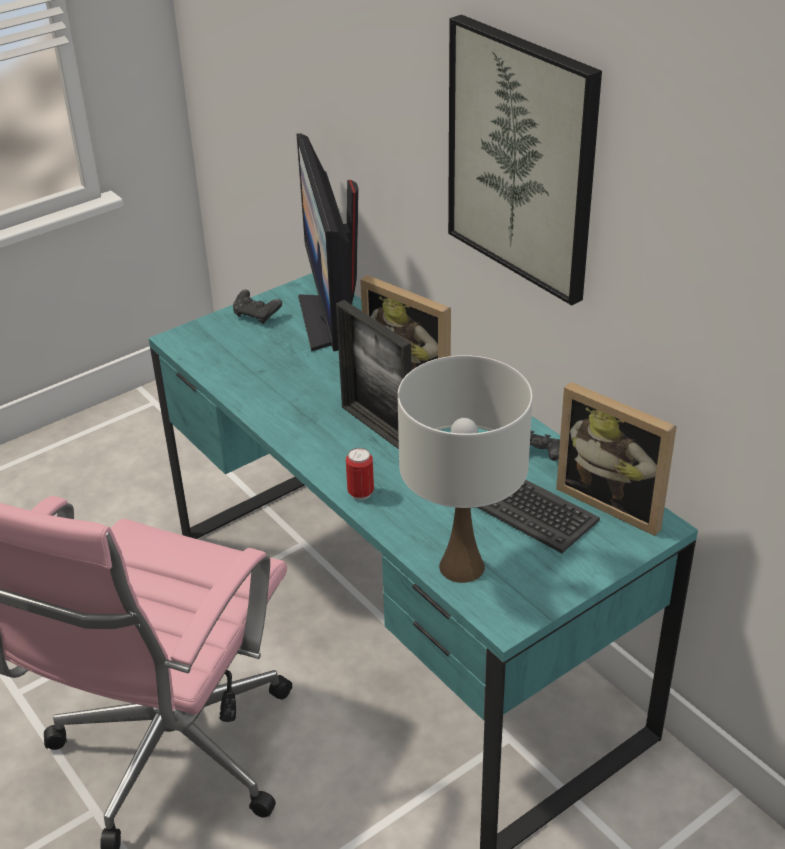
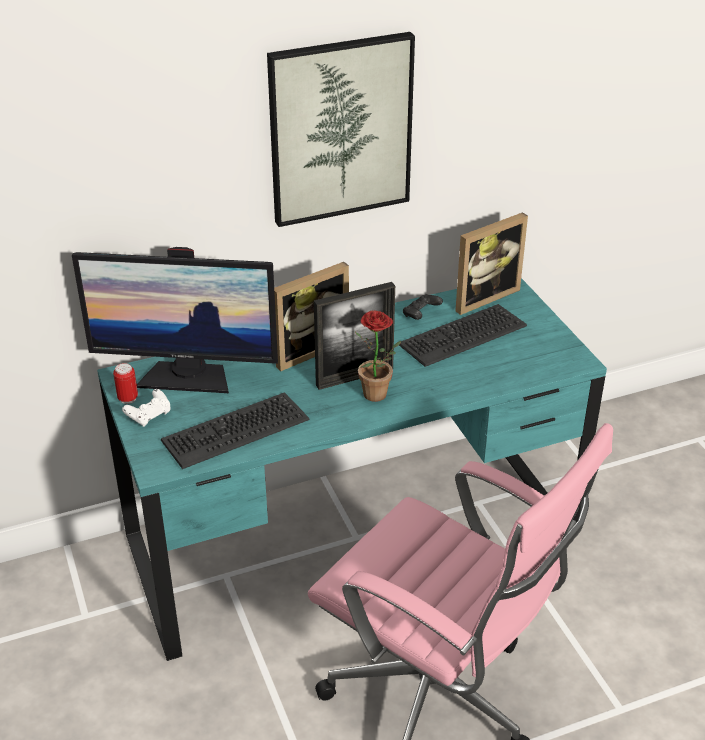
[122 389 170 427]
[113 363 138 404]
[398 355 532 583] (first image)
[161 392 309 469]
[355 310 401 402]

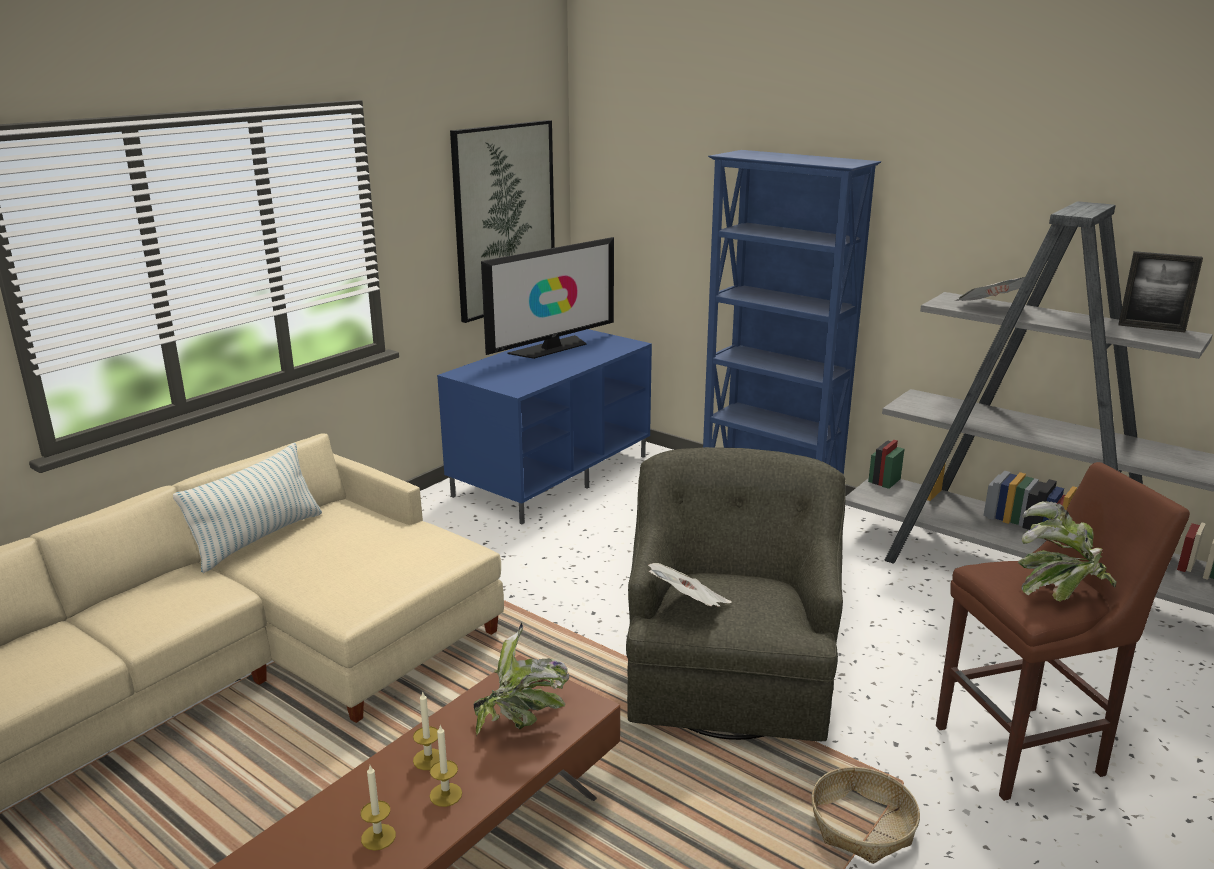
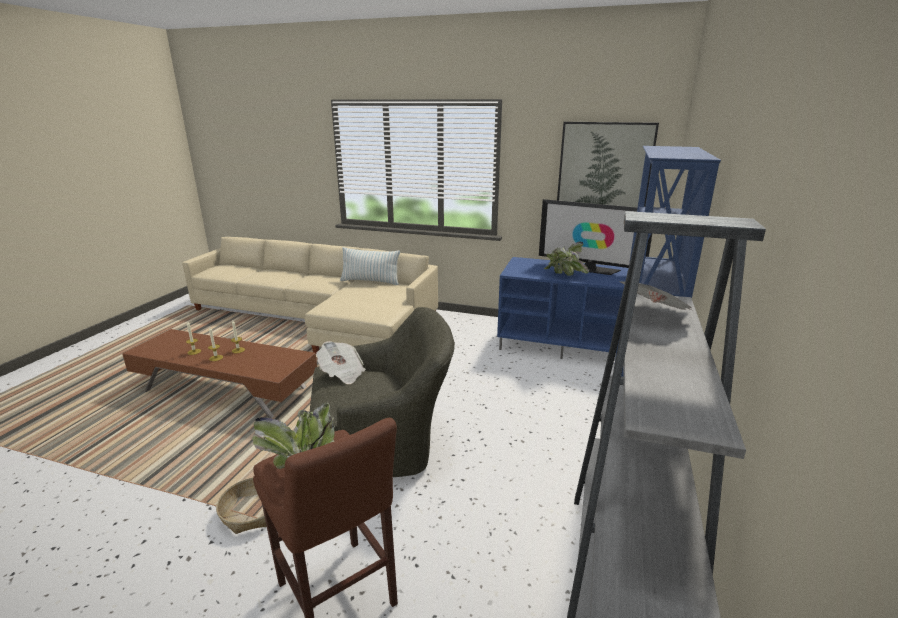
[544 241 589 276]
[1119 251 1203 332] (first image)

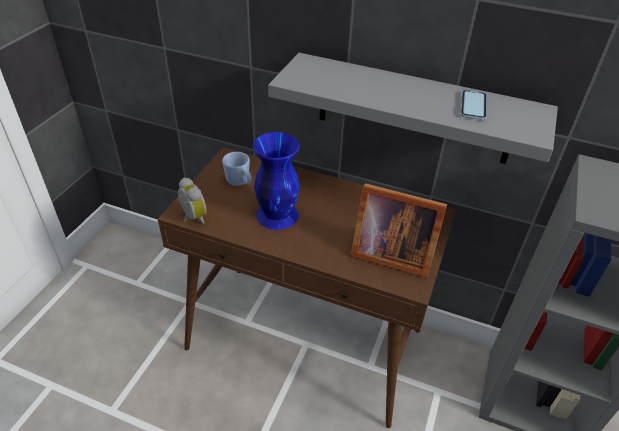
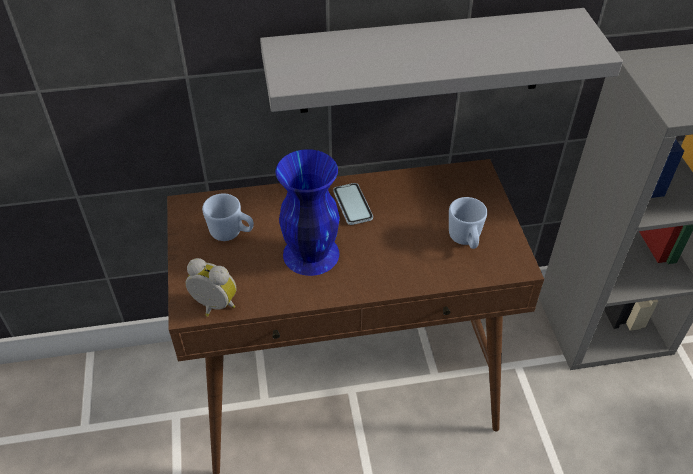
[449 197 487 249]
[333 183 373 225]

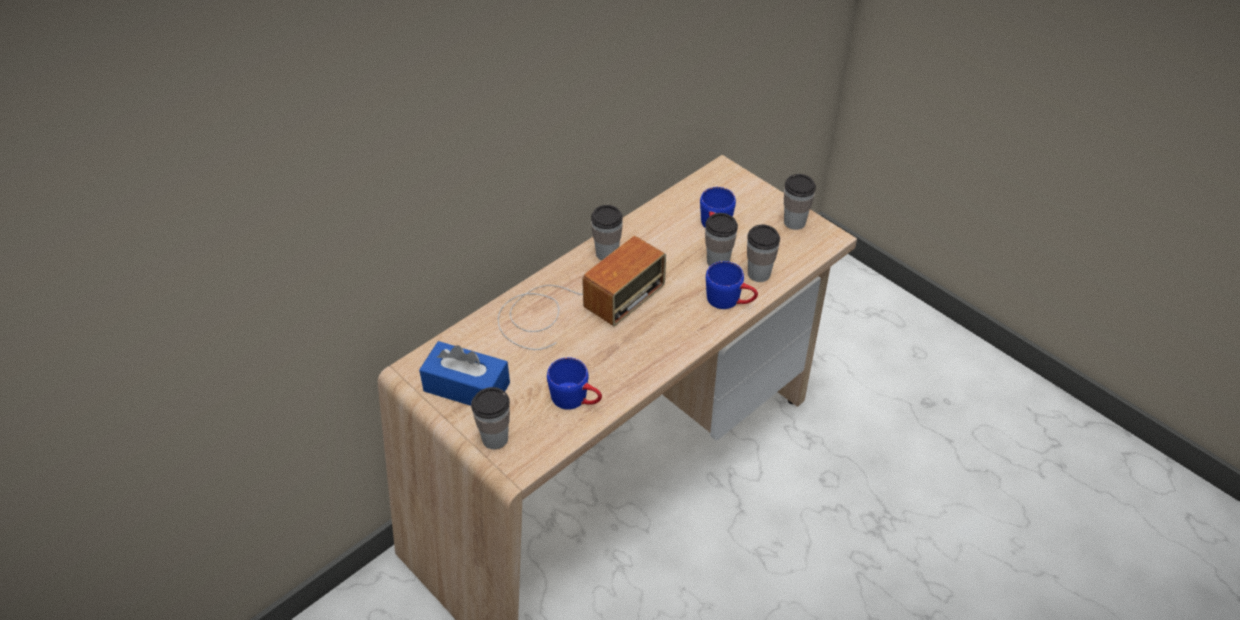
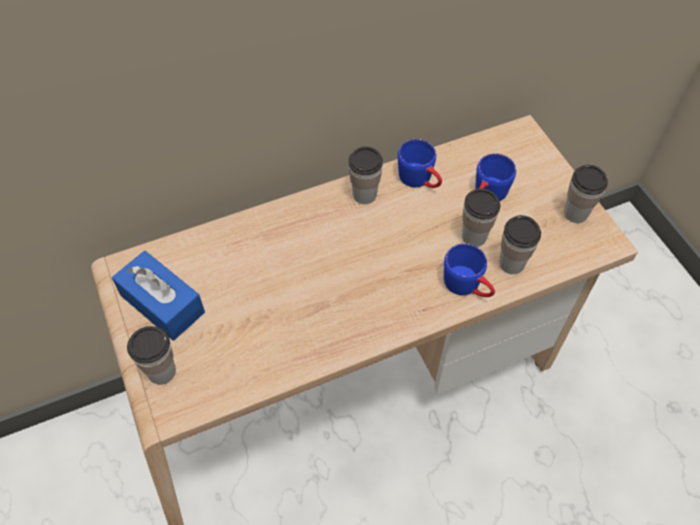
[498 236 666 350] (first image)
[398 139 442 188]

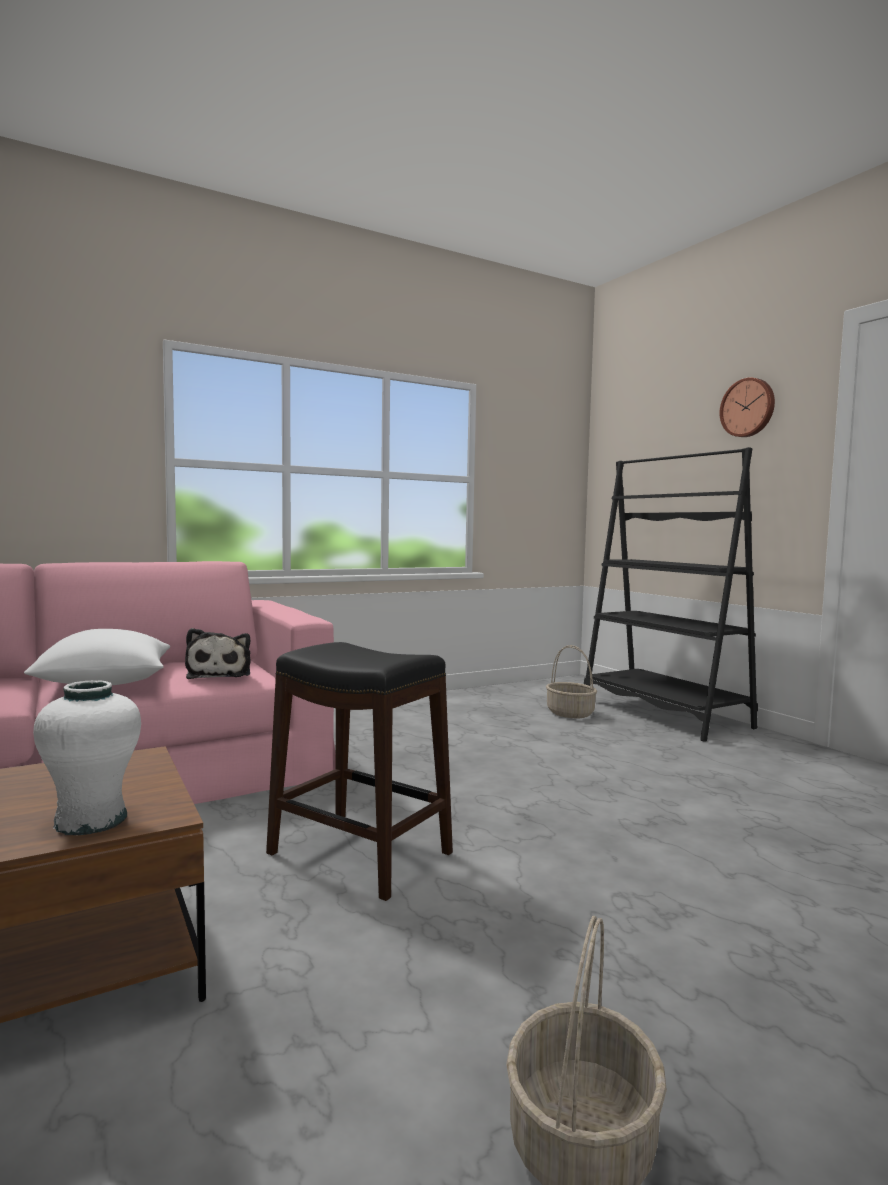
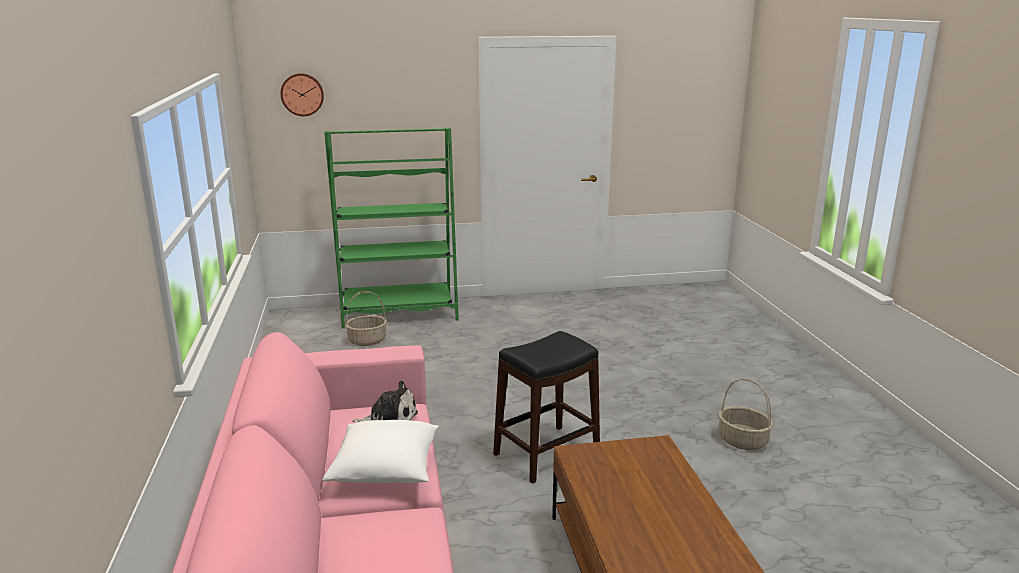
[33 680 141 835] (first image)
[324 128 459 328]
[281 73 324 116]

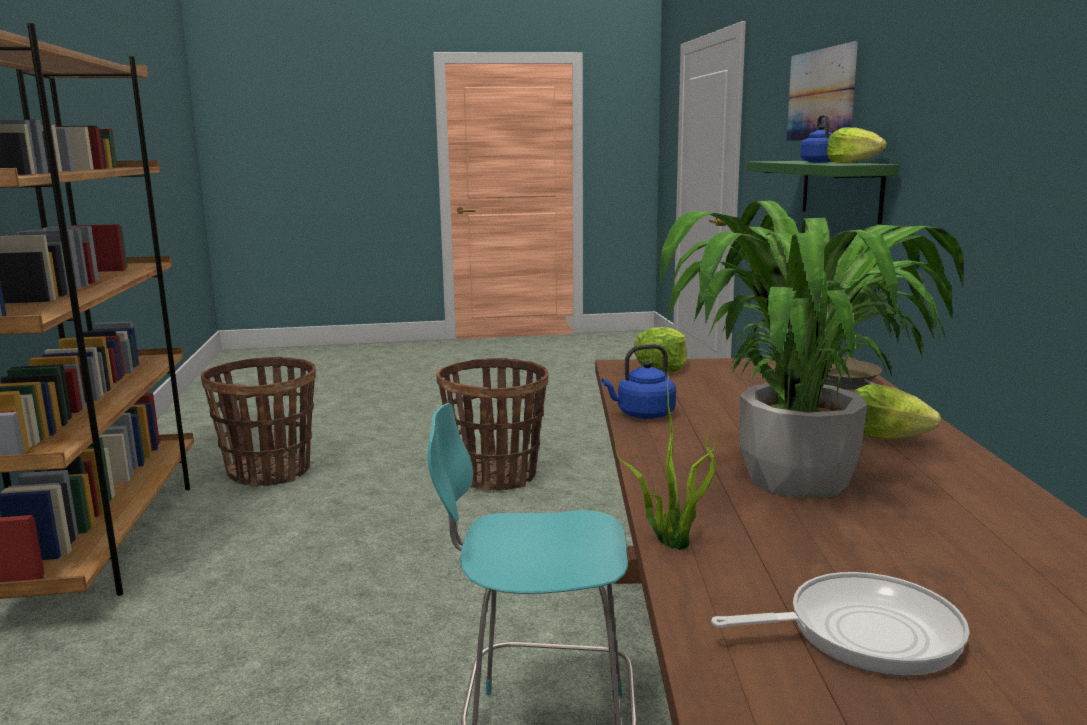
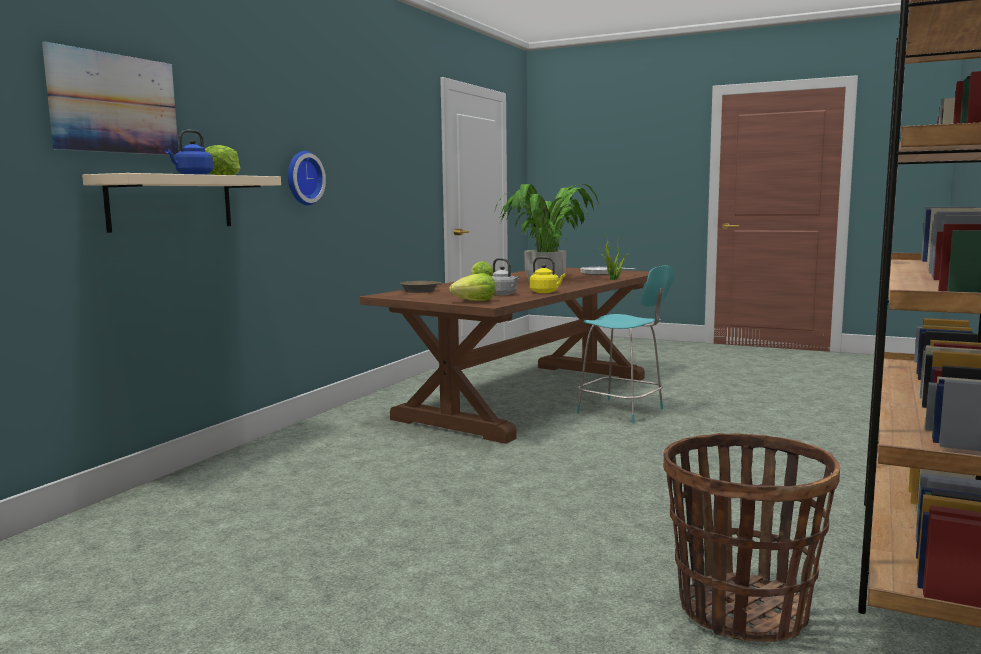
[436 358 549 491] (first image)
[530 257 565 293]
[82 173 281 233]
[287 151 326 205]
[491 258 520 295]

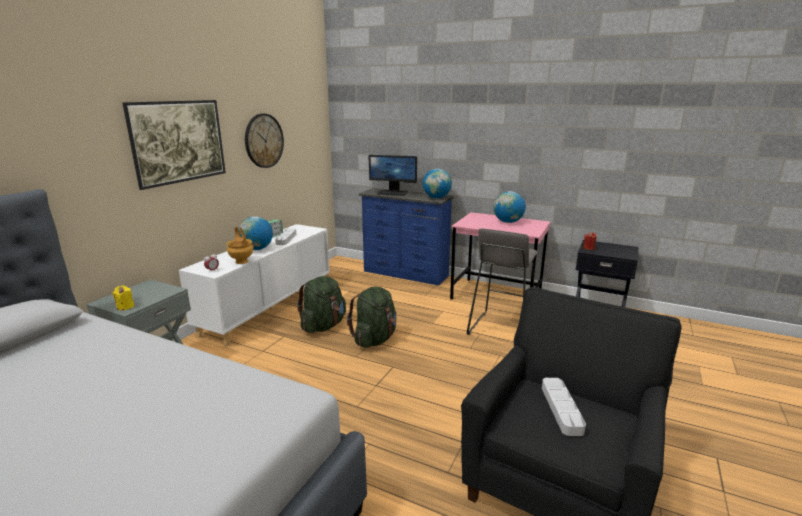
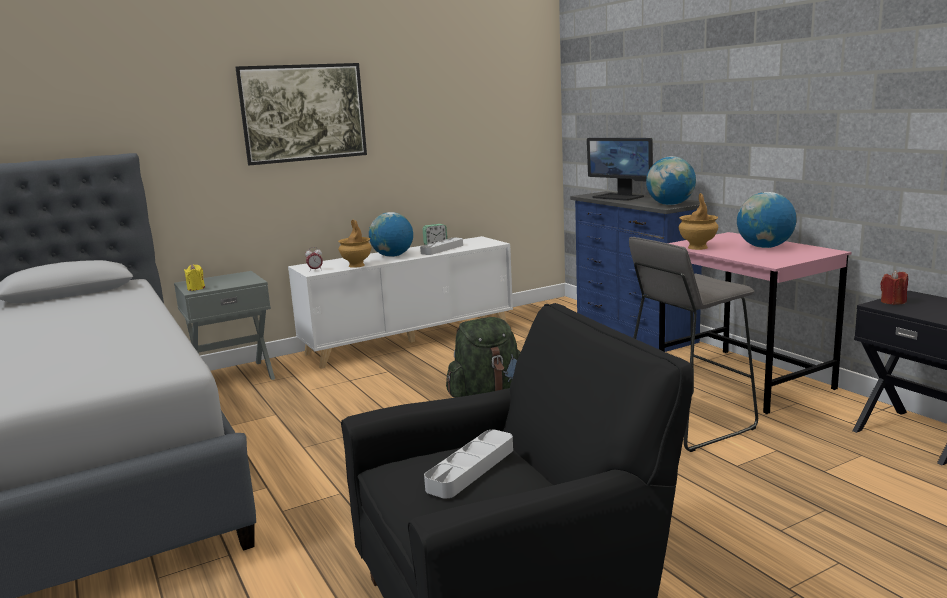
[245 114 284 168] (first image)
[297 276 346 333] (first image)
[678 193 718 250]

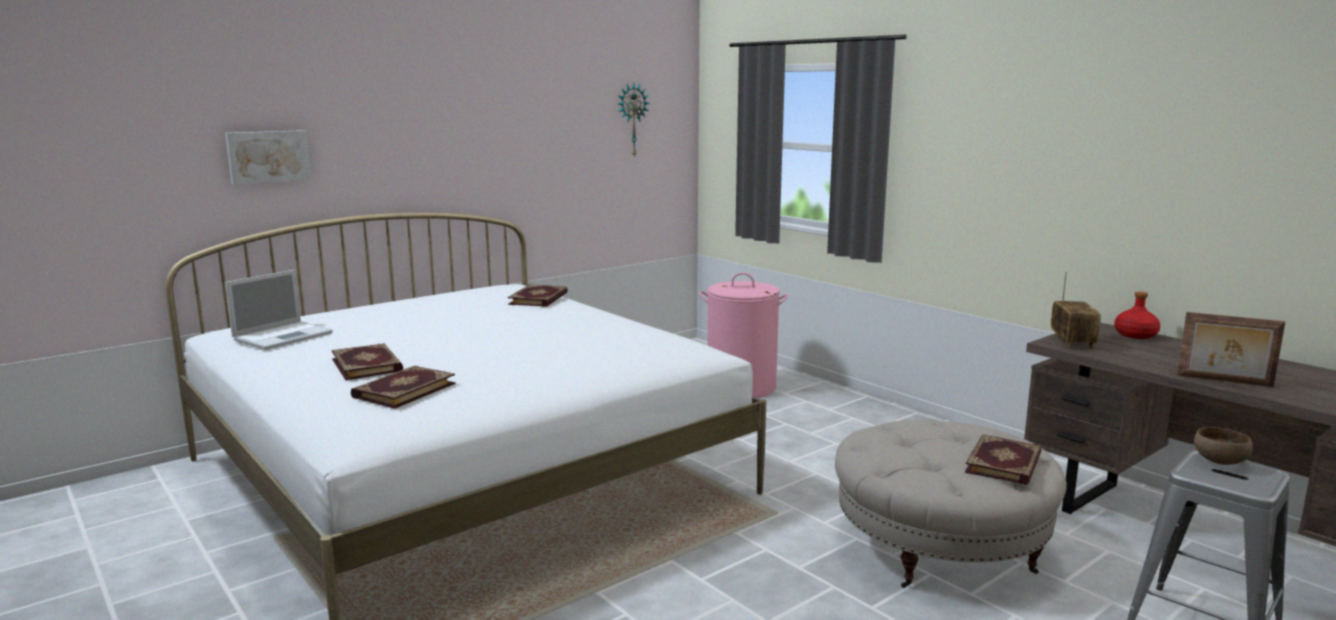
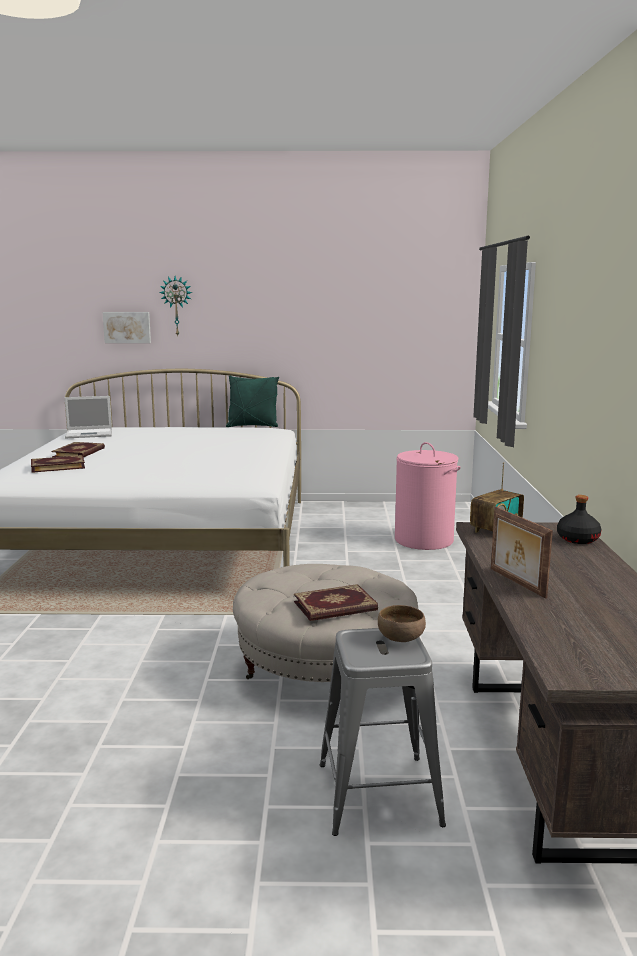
[508 284 568 307] (first image)
[159 276 192 336]
[557 495 602 544]
[226 375 279 427]

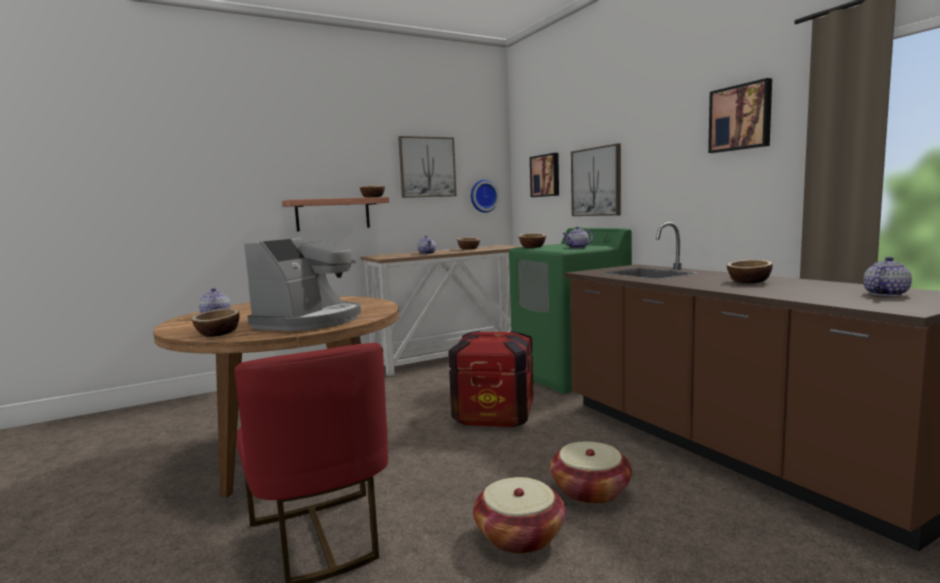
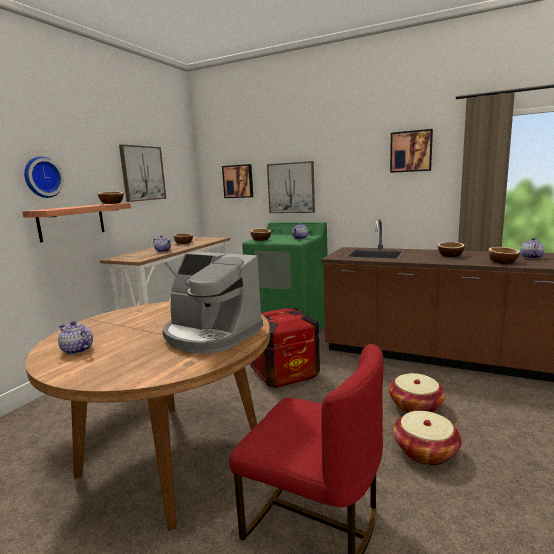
[488 247 520 264]
[162 252 263 354]
[24 156 64 198]

